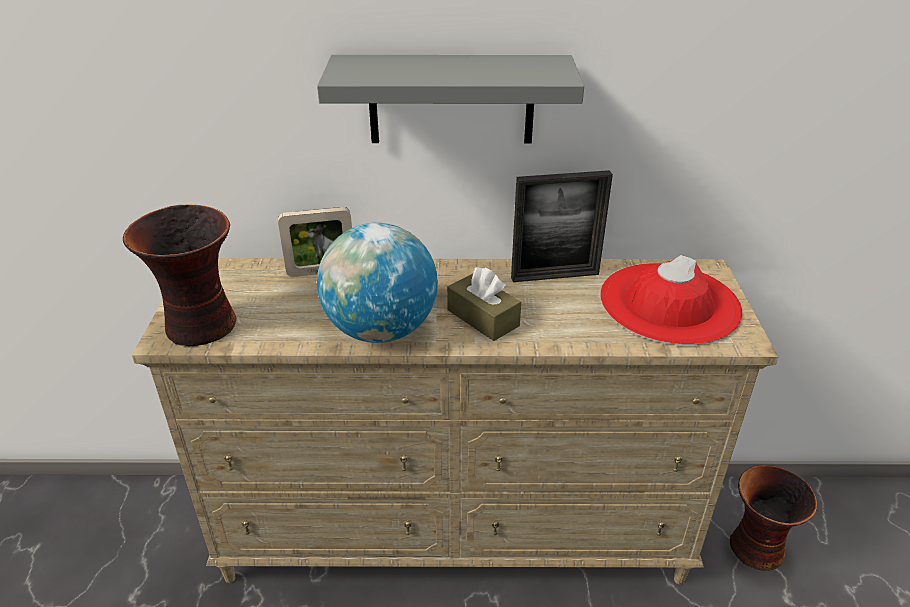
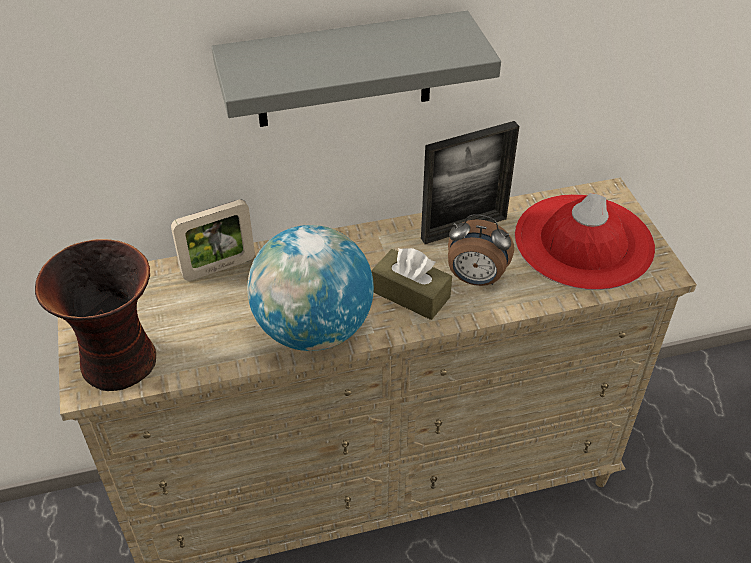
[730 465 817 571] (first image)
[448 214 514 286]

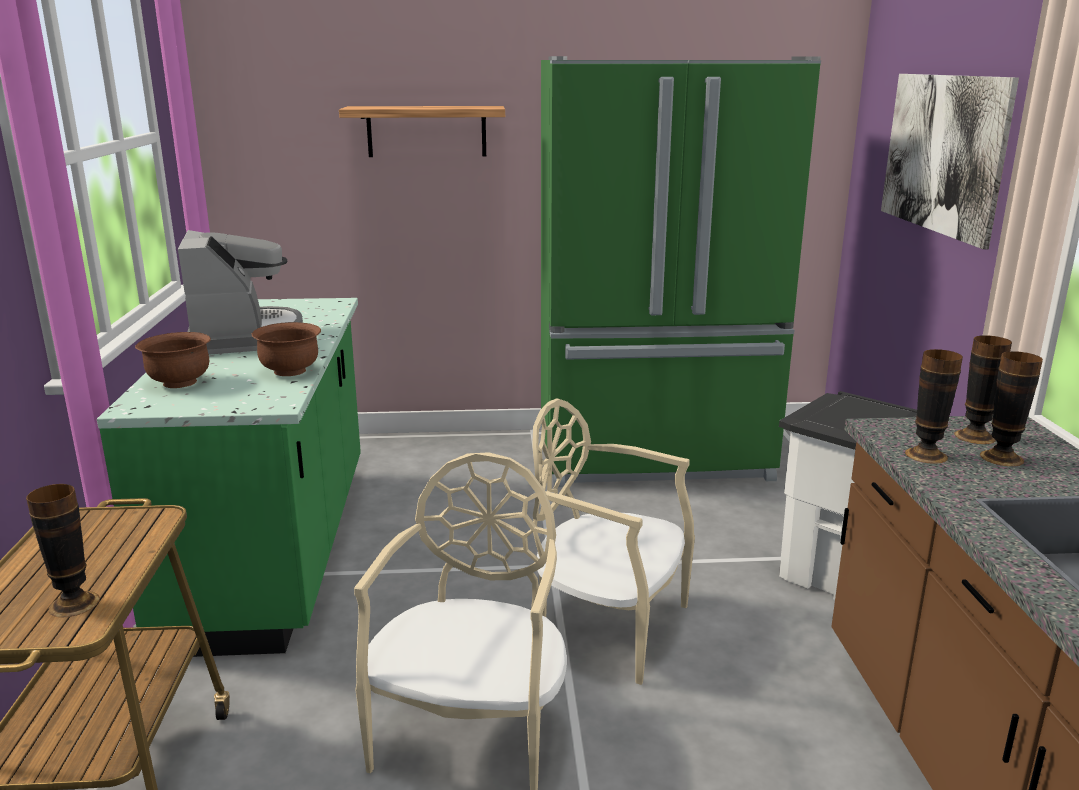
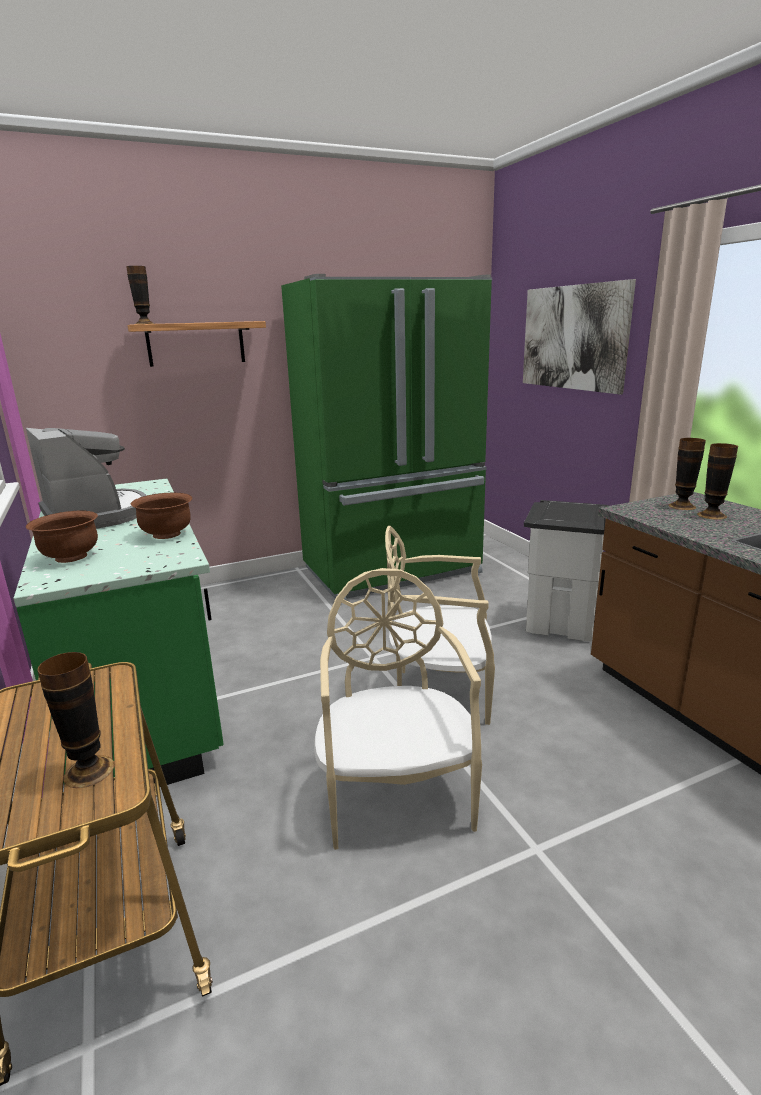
[126 266 155 324]

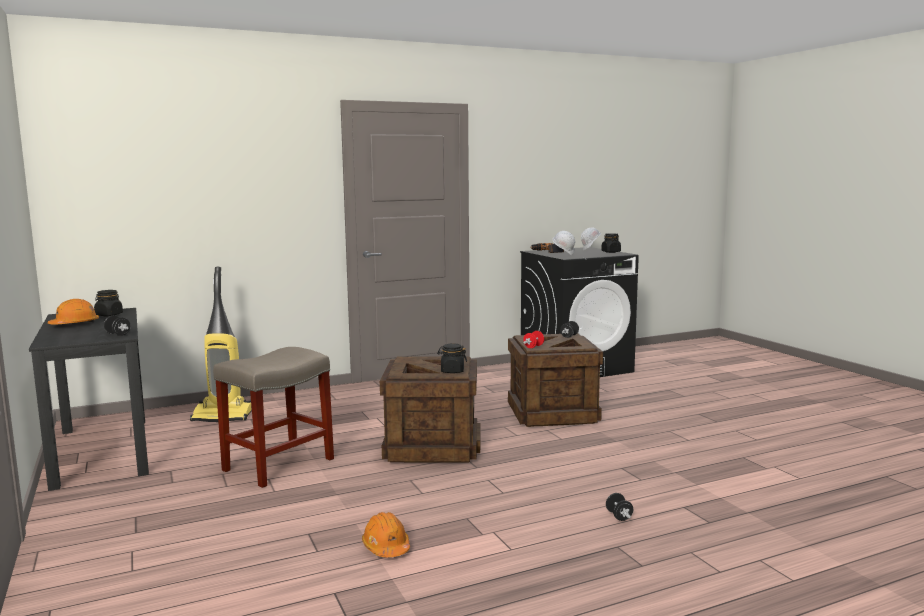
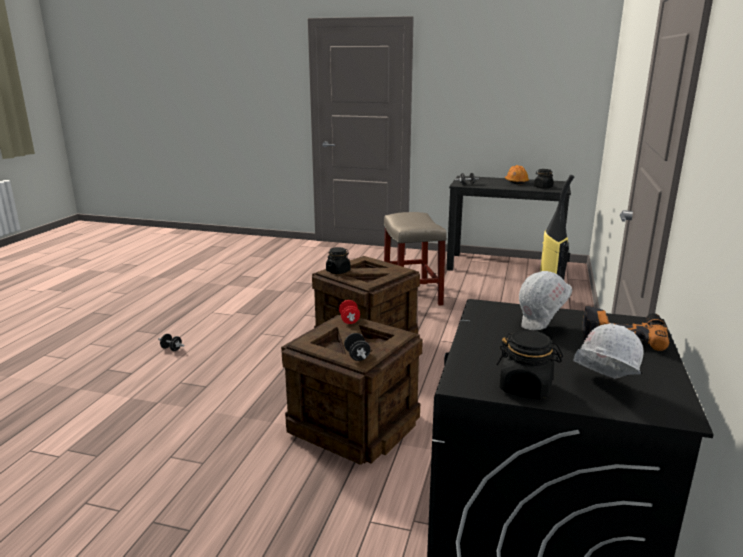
[362 512 410 557] (first image)

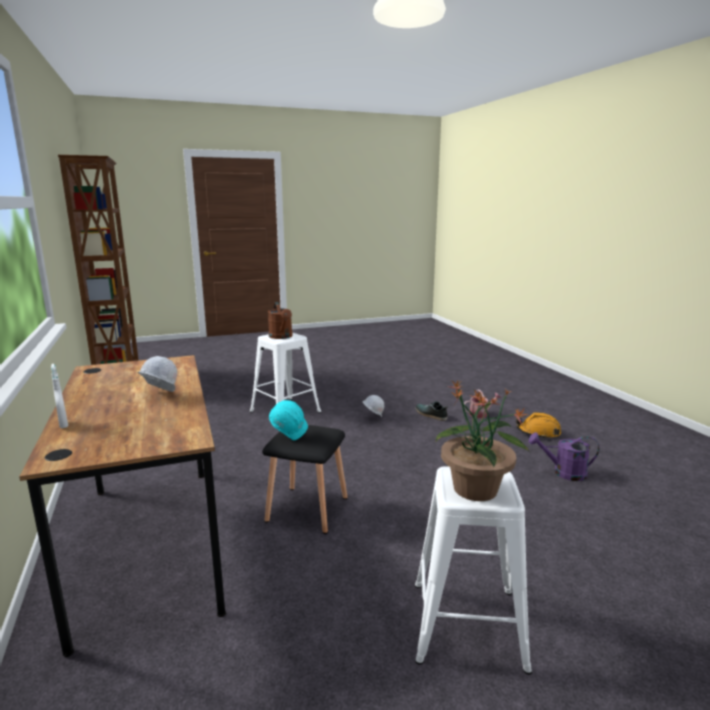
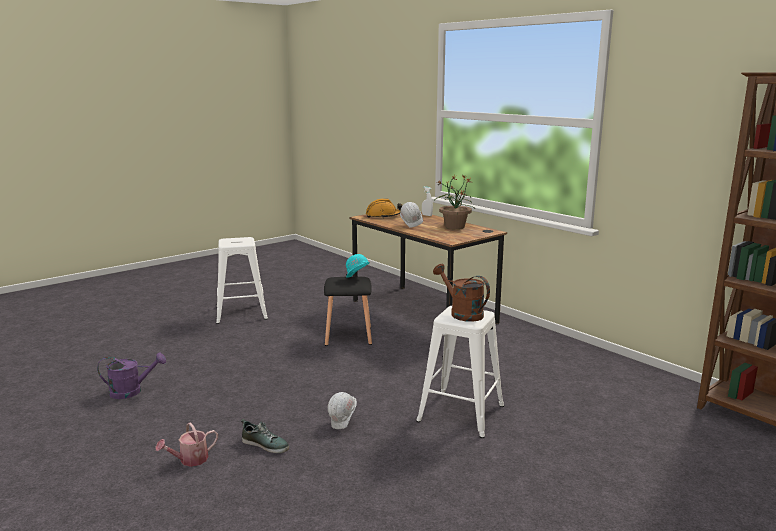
[434 174 475 229]
[366 199 403 218]

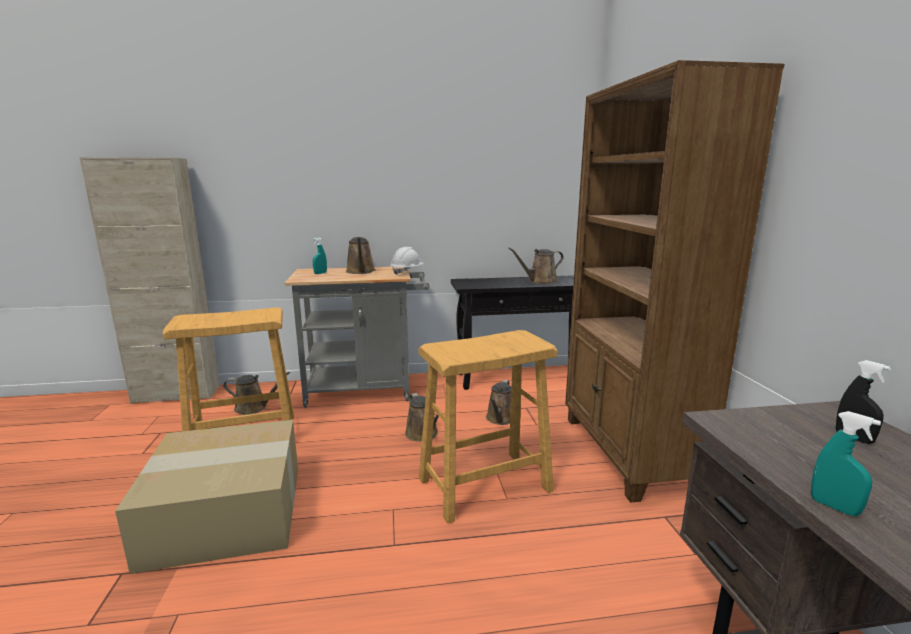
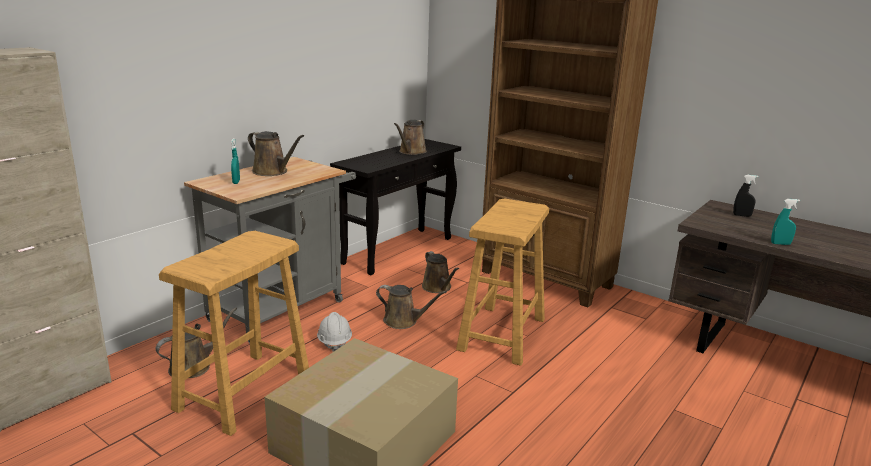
[317 312 352 351]

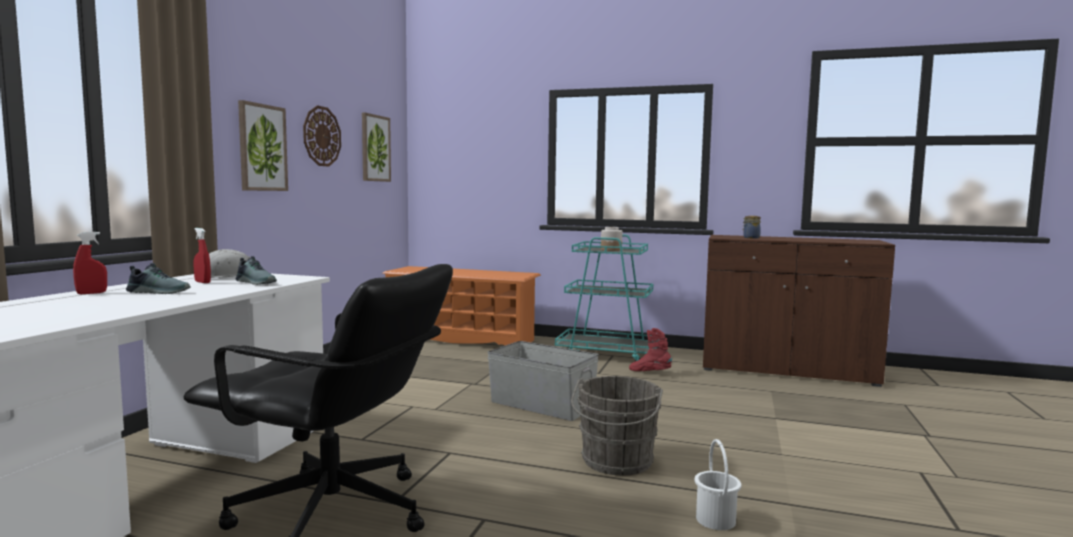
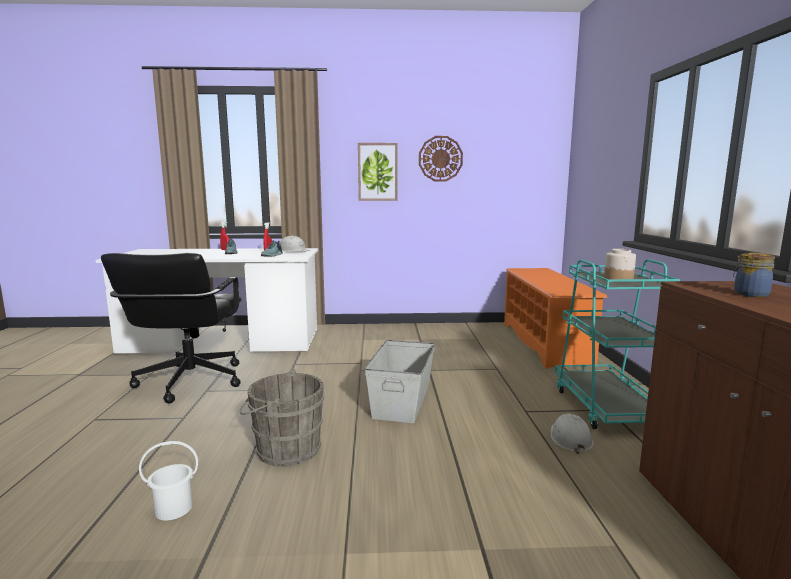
[362 113 391 182] (first image)
[550 413 594 454]

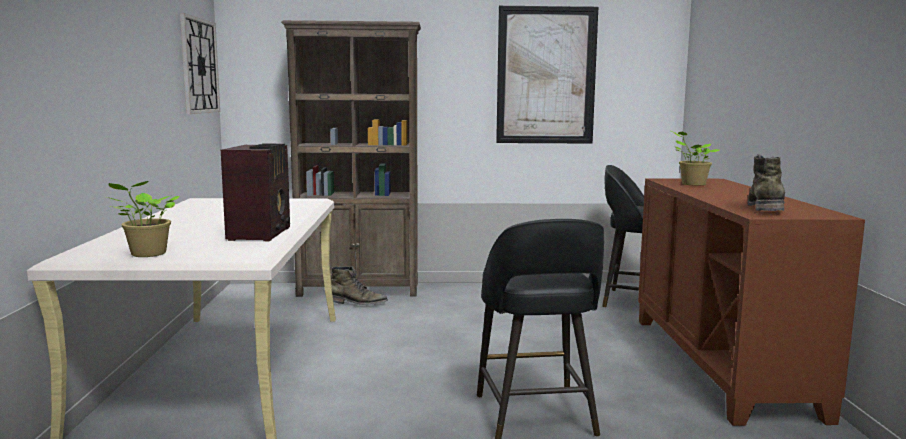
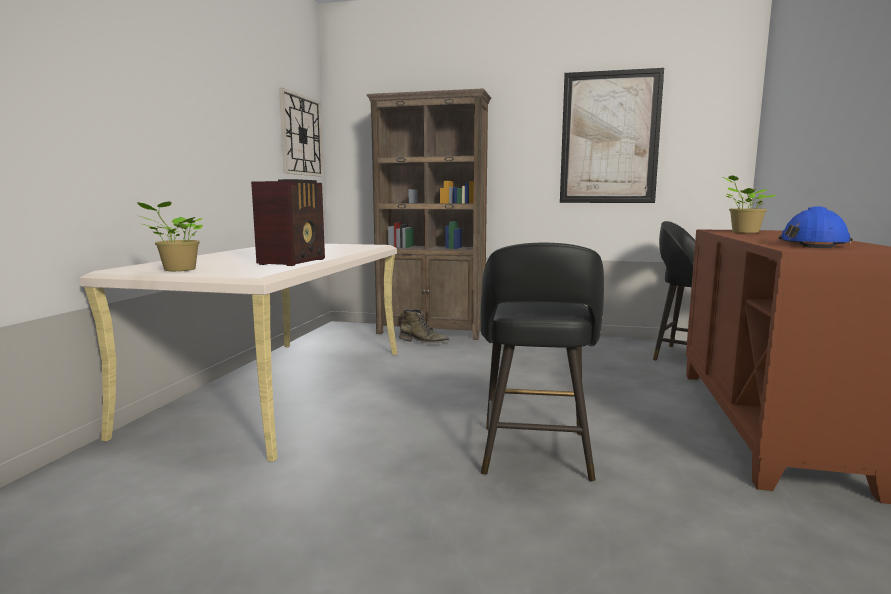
[778 207 852 248]

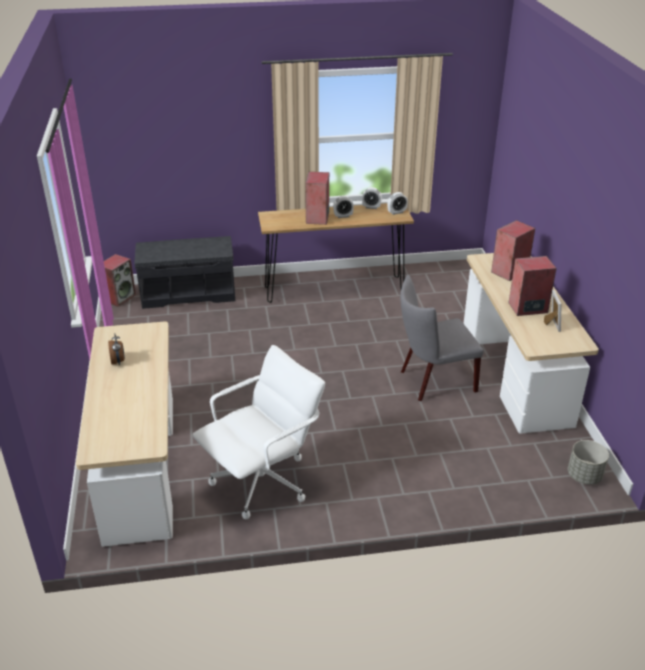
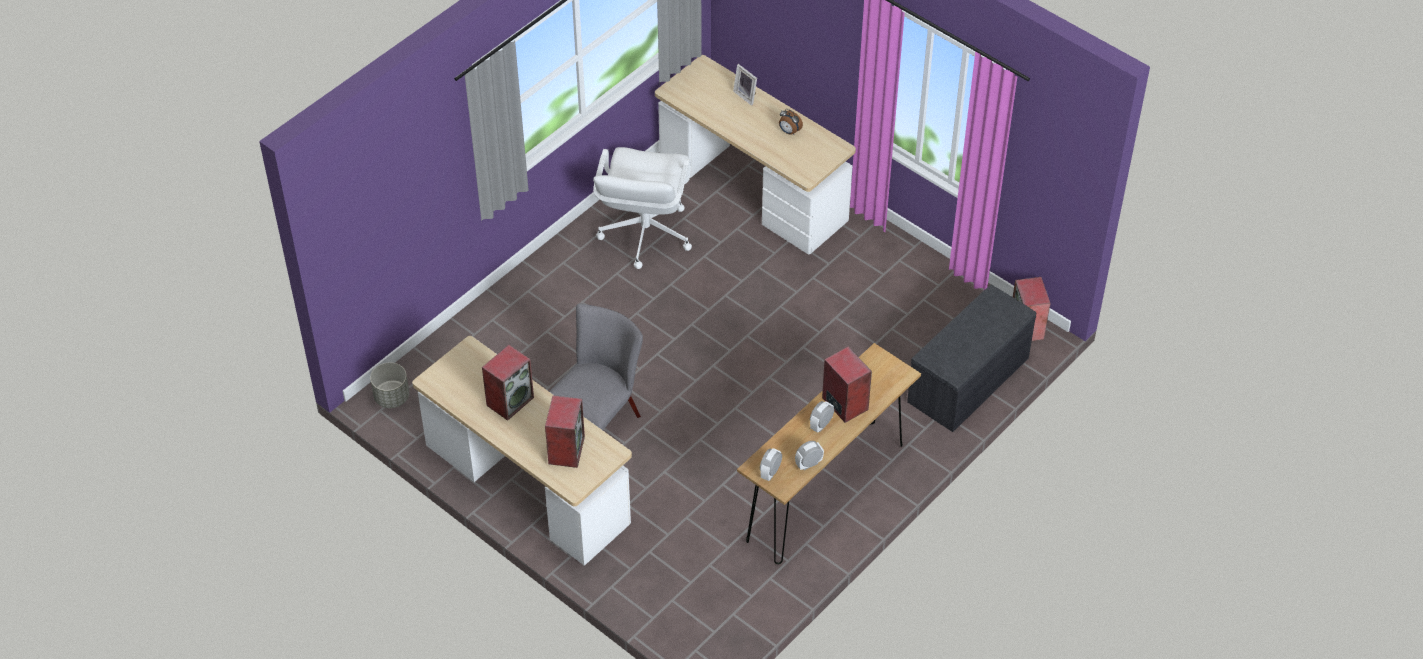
[733 64 757 106]

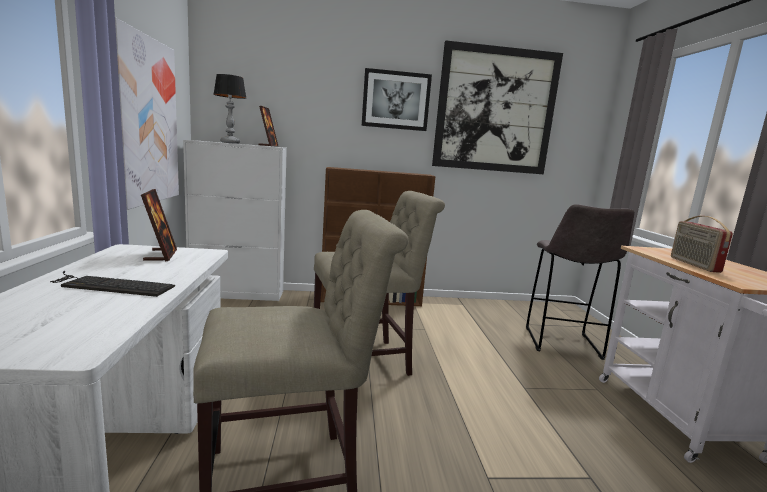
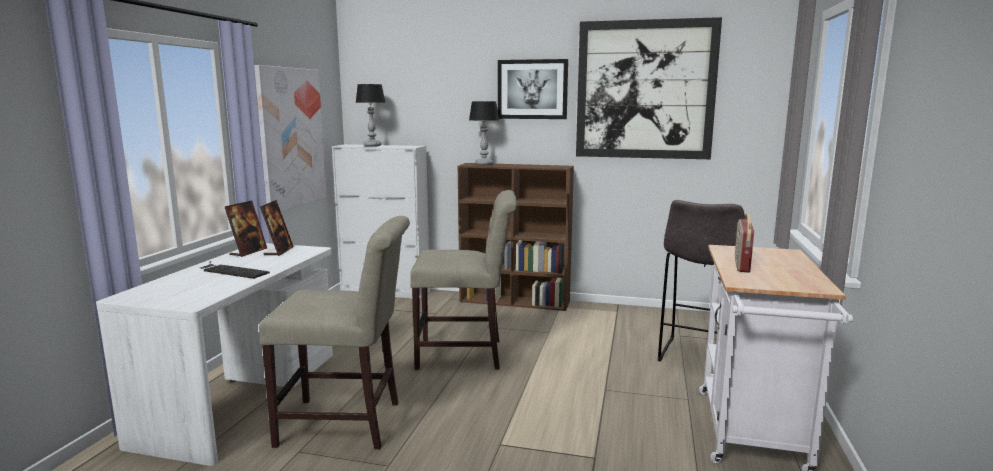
[225 201 267 257]
[469 101 499 165]

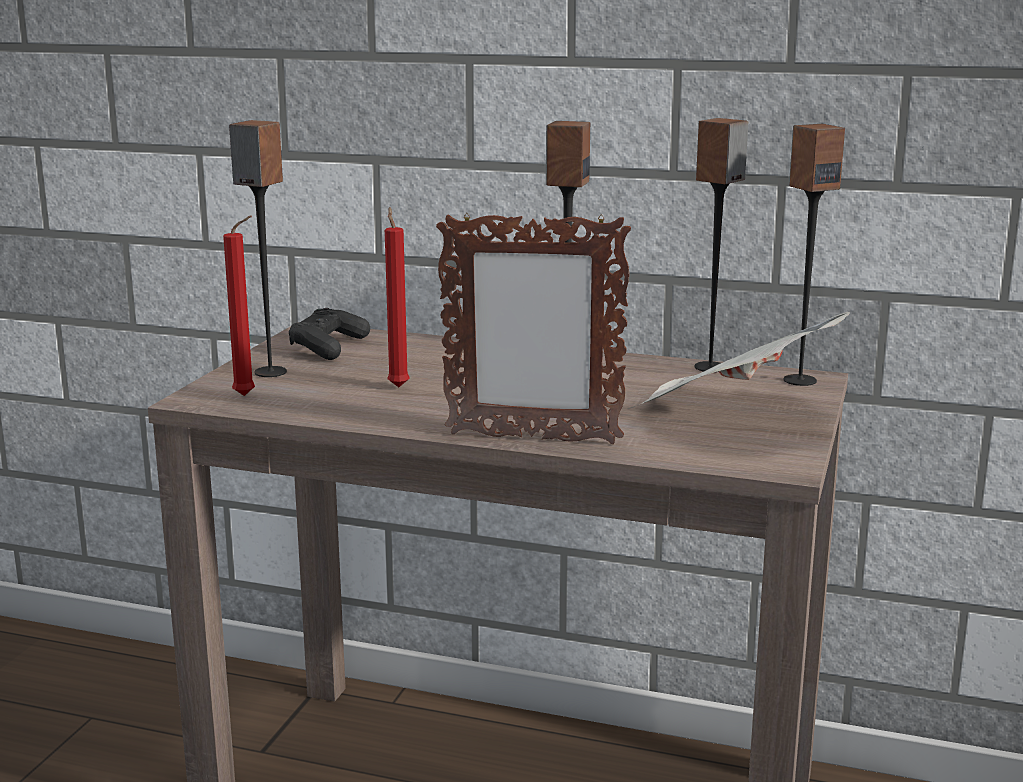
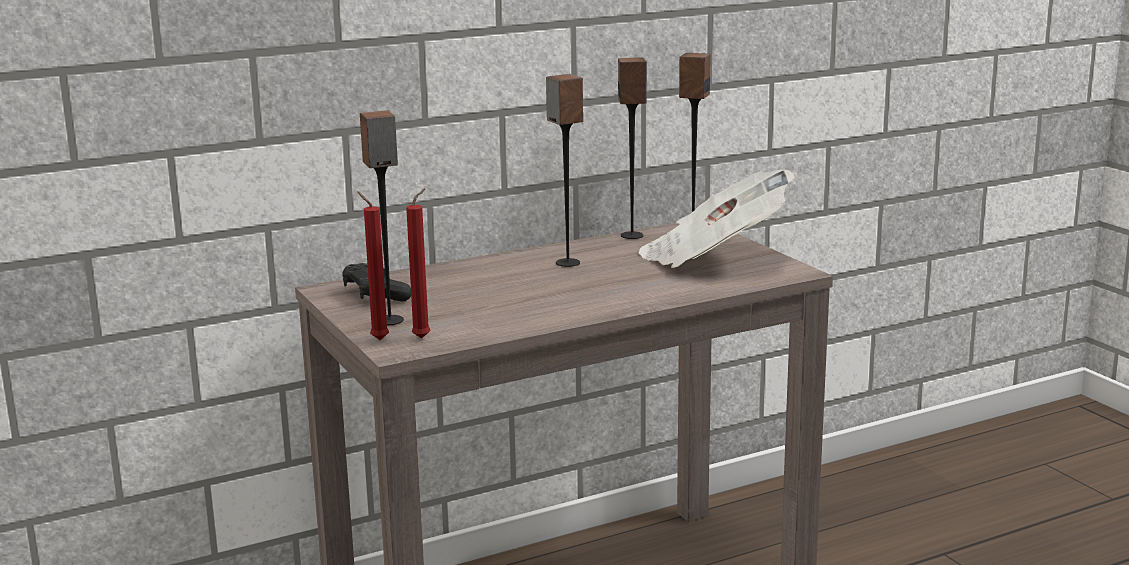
[357 191 389 340]
[436 213 631 444] (first image)

